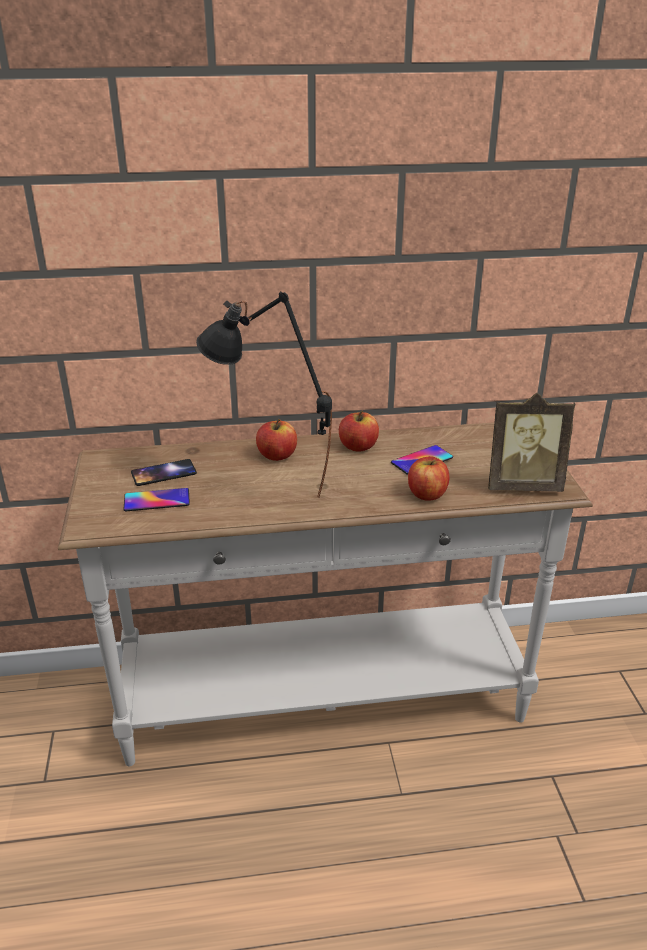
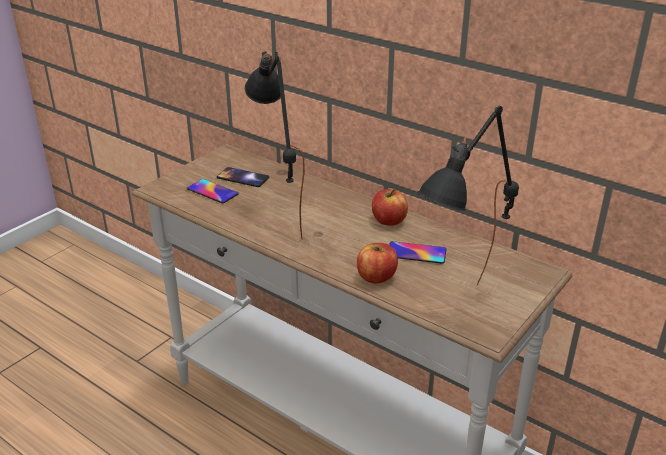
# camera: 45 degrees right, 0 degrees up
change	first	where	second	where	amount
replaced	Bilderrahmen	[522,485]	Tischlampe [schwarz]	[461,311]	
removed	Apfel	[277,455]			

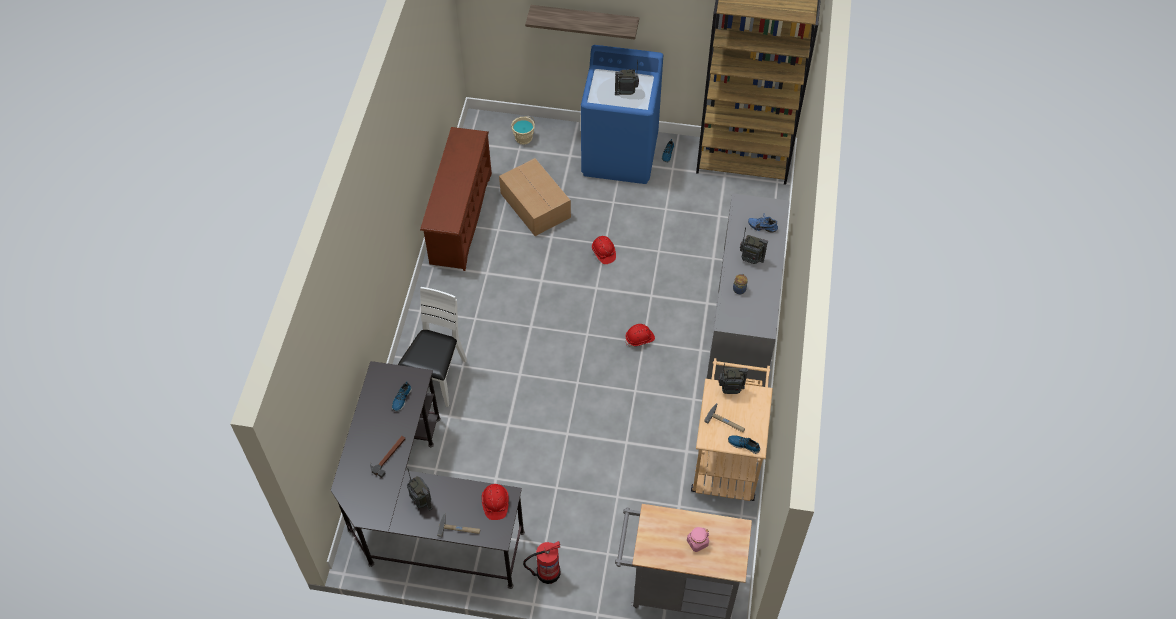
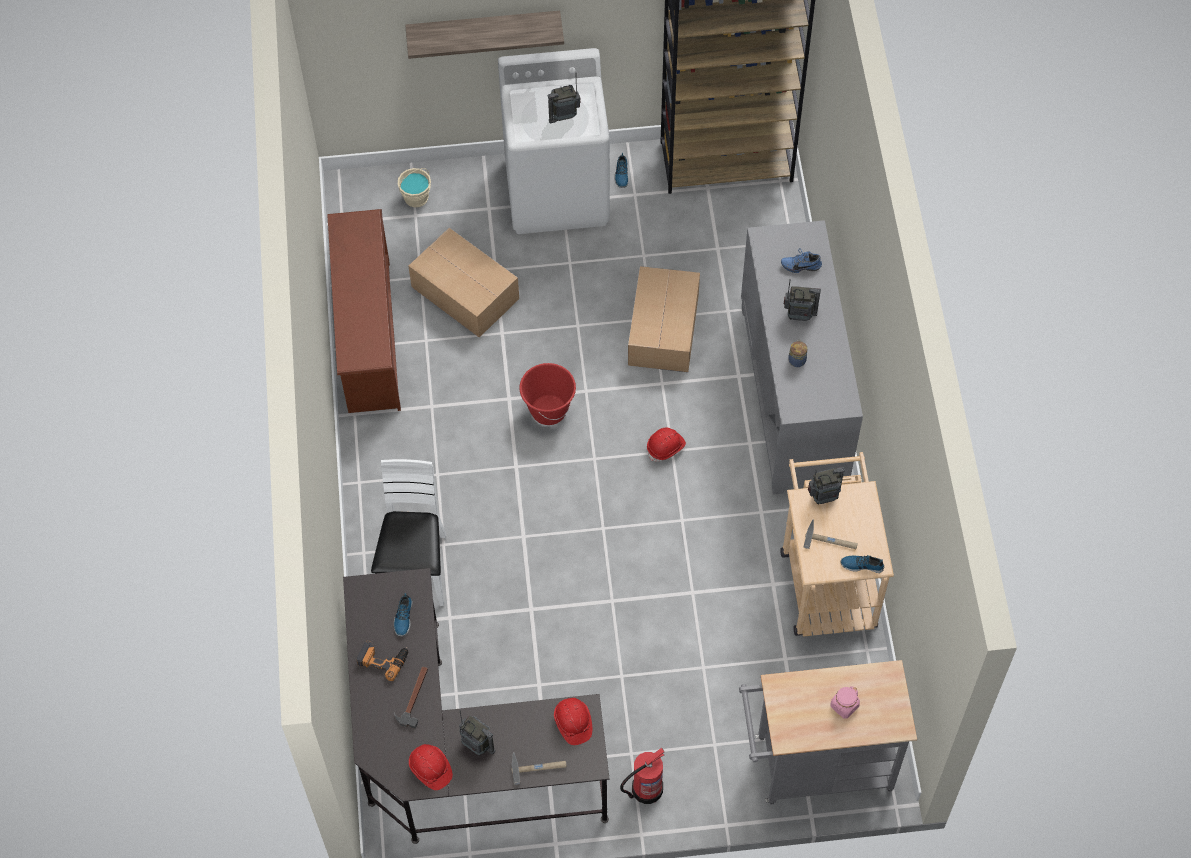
# camera: 15 degrees left, 5 degrees up
change	first	where	second	where	amount
added			Bohrmaschine	[383,659]	
moved	Schutzhelm [rot]	[603,253]		[430,769]	
recoloured	Waschmaschine [blau]	[620,155]	Waschmaschine [weiß]	[557,191]	
added			Eimer [rot]	[548,410]	
added			Karton	[664,328]	

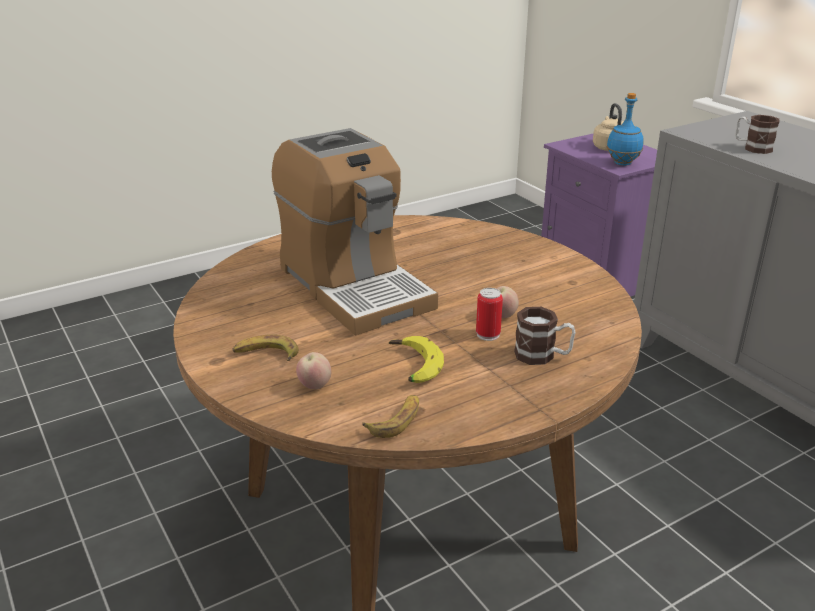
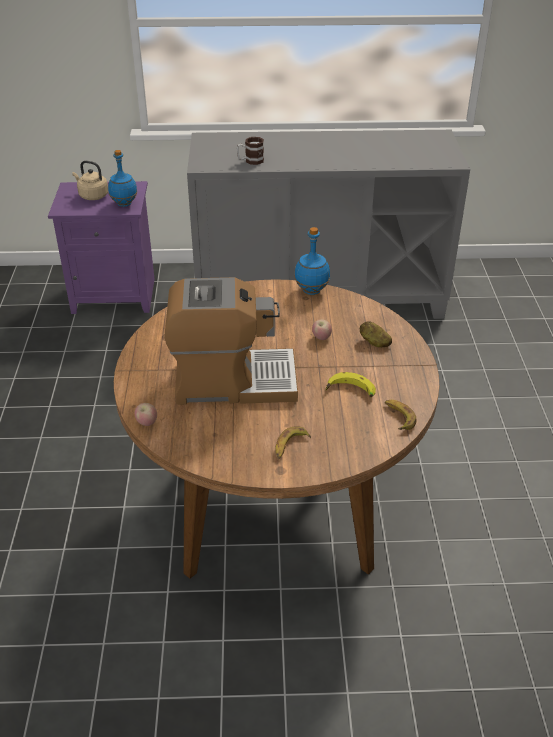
# camera: 60 degrees left, 10 degrees up
change	first	where	second	where	amount
moved	Apfel	[314,385]		[147,423]	
added			Flasche [blau]	[311,291]	
replaced	Henkelbecher	[542,356]	Kartoffel	[374,342]	
removed	Dose	[488,334]			

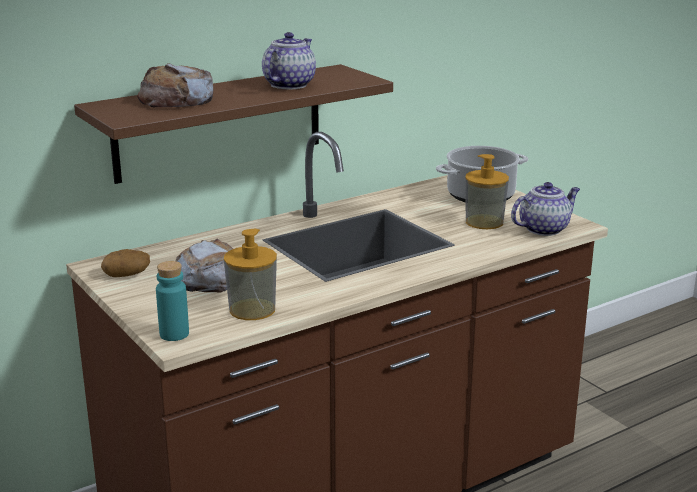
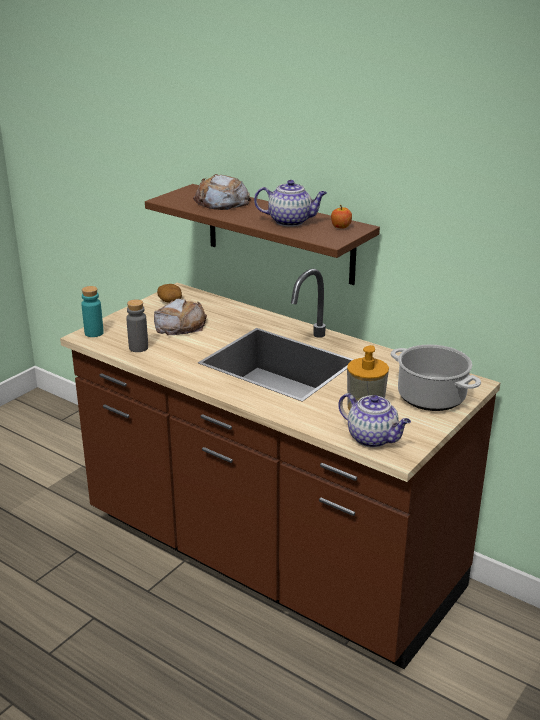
# camera: 70 degrees right, 5 degrees up
change	first	where	second	where	amount
replaced	Seifenspender	[252,309]	Flasche [grau]	[138,348]	
added			Apfel	[341,227]	

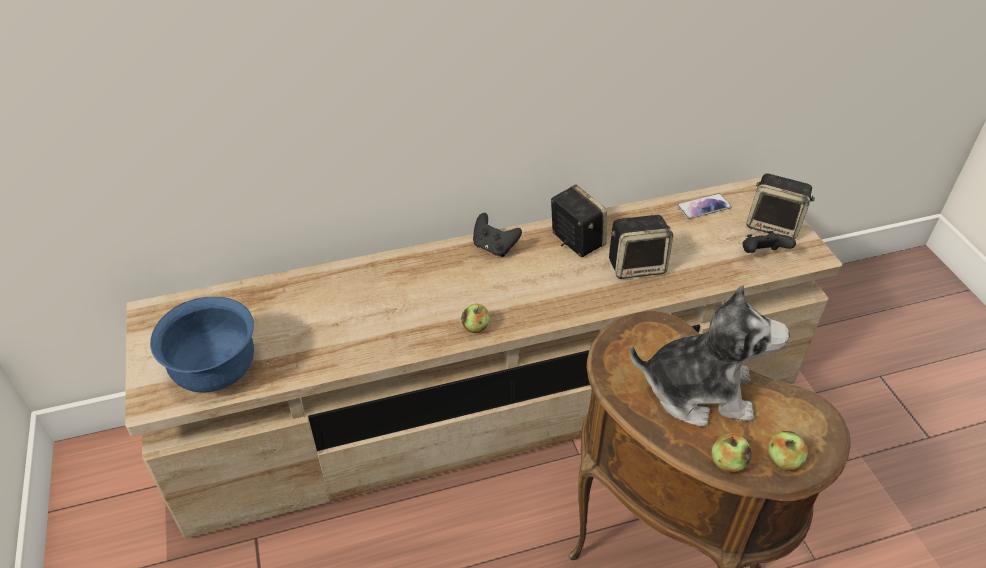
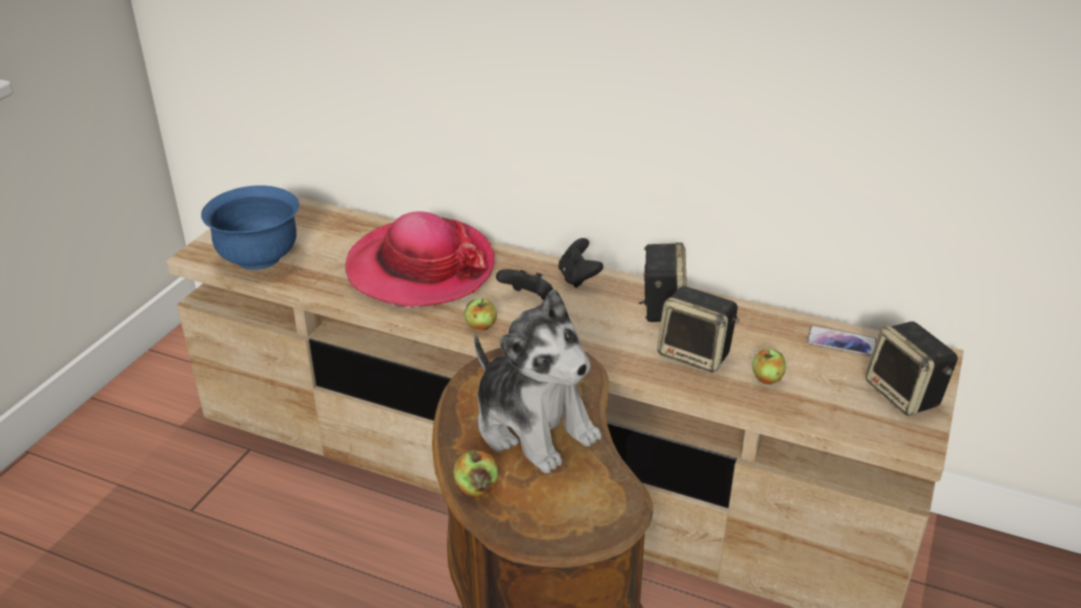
# camera: 40 degrees right, 10 degrees down
change	first	where	second	where	amount
added			Hut	[420,268]	
moved	Gamepad [schwarz]	[762,255]		[528,299]	
moved	Apfel	[783,460]		[767,378]	

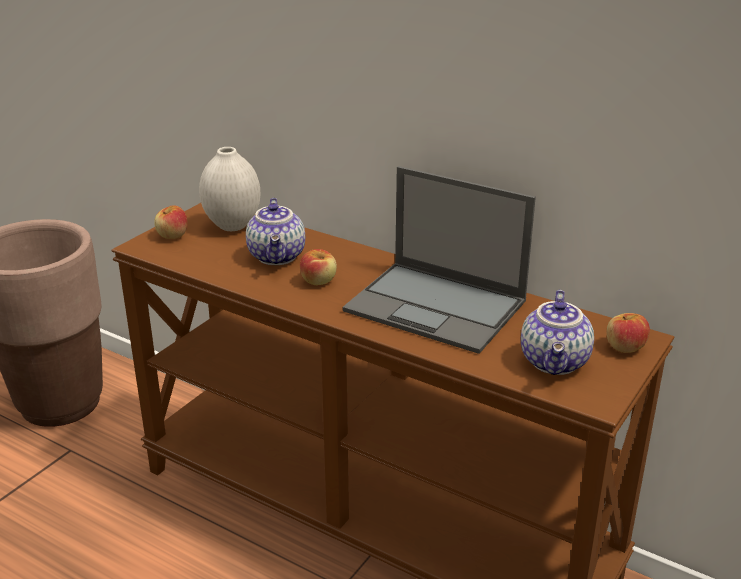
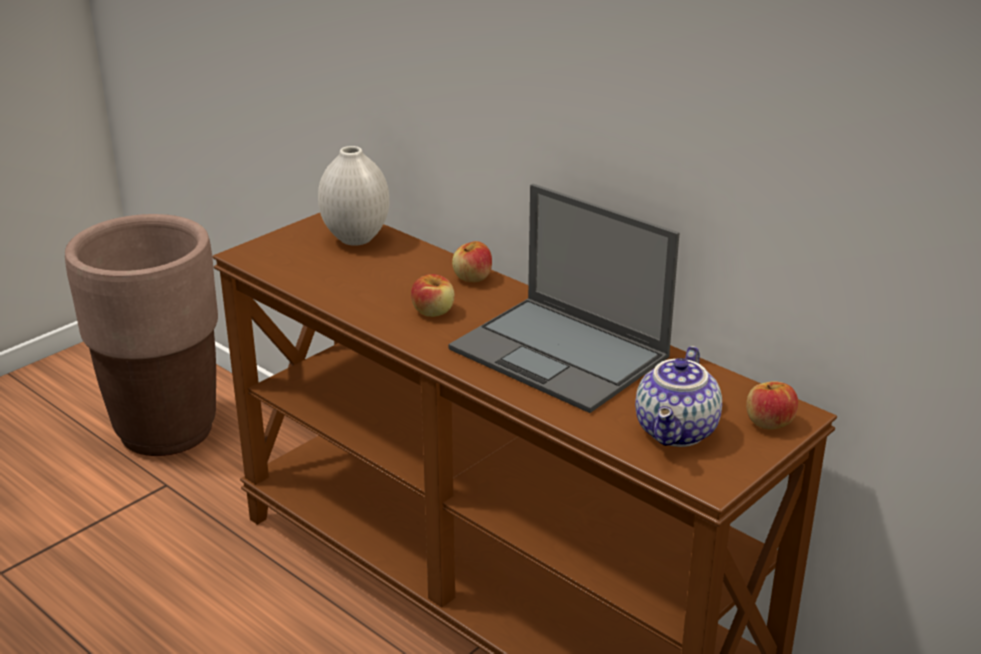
# camera: 10 degrees right, 0 degrees up
change	first	where	second	where	amount
moved	Apfel	[172,236]		[472,278]	
removed	Teekanne	[278,256]			

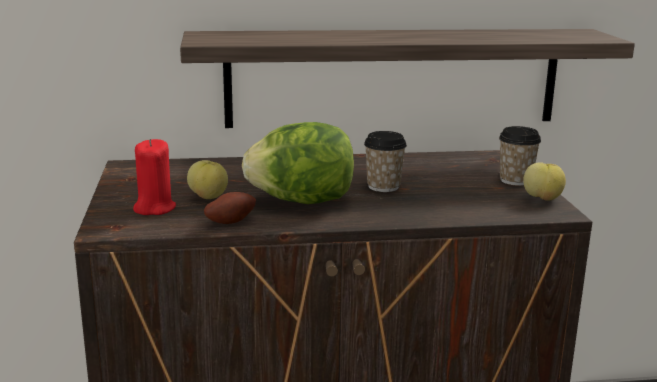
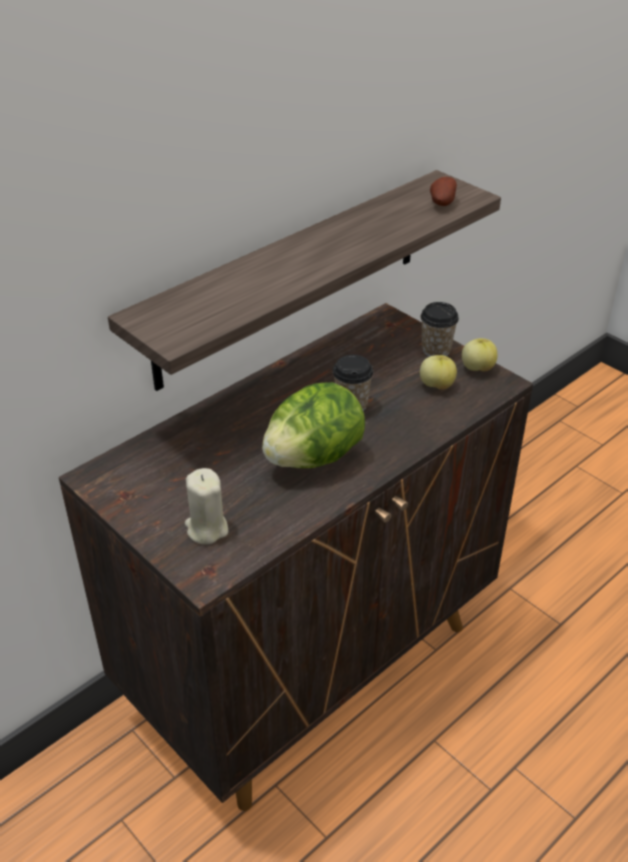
# camera: 35 degrees left, 20 degrees up
change	first	where	second	where	amount
recoloured	Kerze [rot]	[154,208]	Kerze [beige]	[206,529]	
moved	Apfel	[208,197]		[437,385]	
moved	Kartoffel	[229,221]		[441,202]	

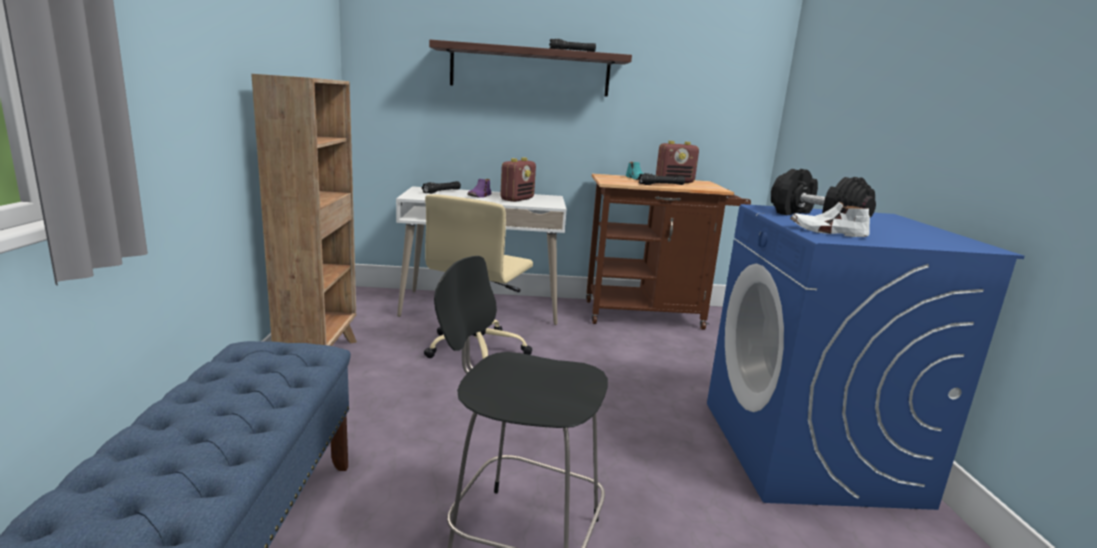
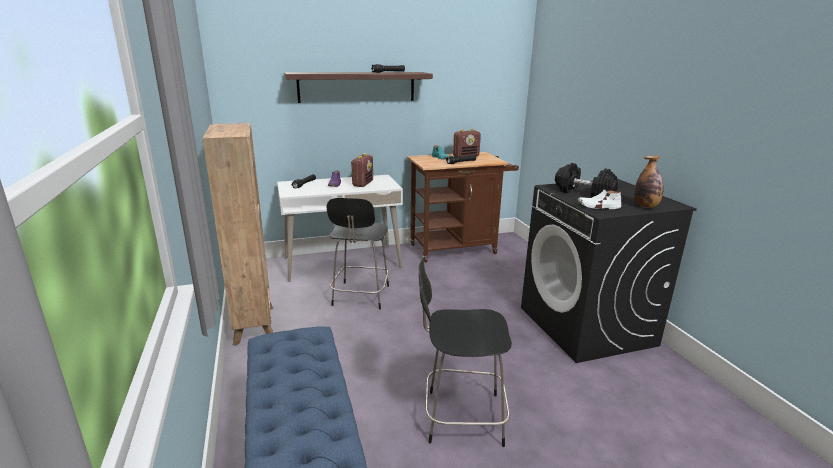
# camera: 15 degrees left, 5 degrees up
change	first	where	second	where	amount
replaced	Bürostuhl [beige]	[477,348]	Hocker [schwarz]	[360,296]	
recoloured	Waschmaschine [blau]	[809,451]	Waschmaschine [schwarz]	[587,326]	
added			Flasche	[645,206]	

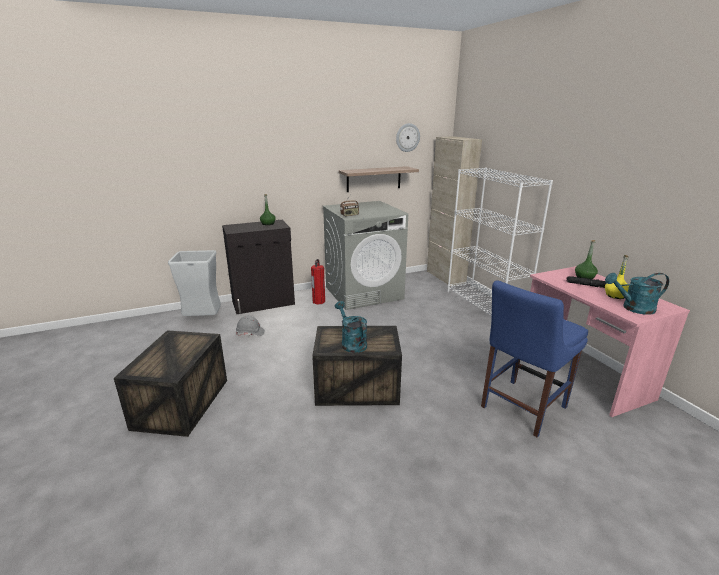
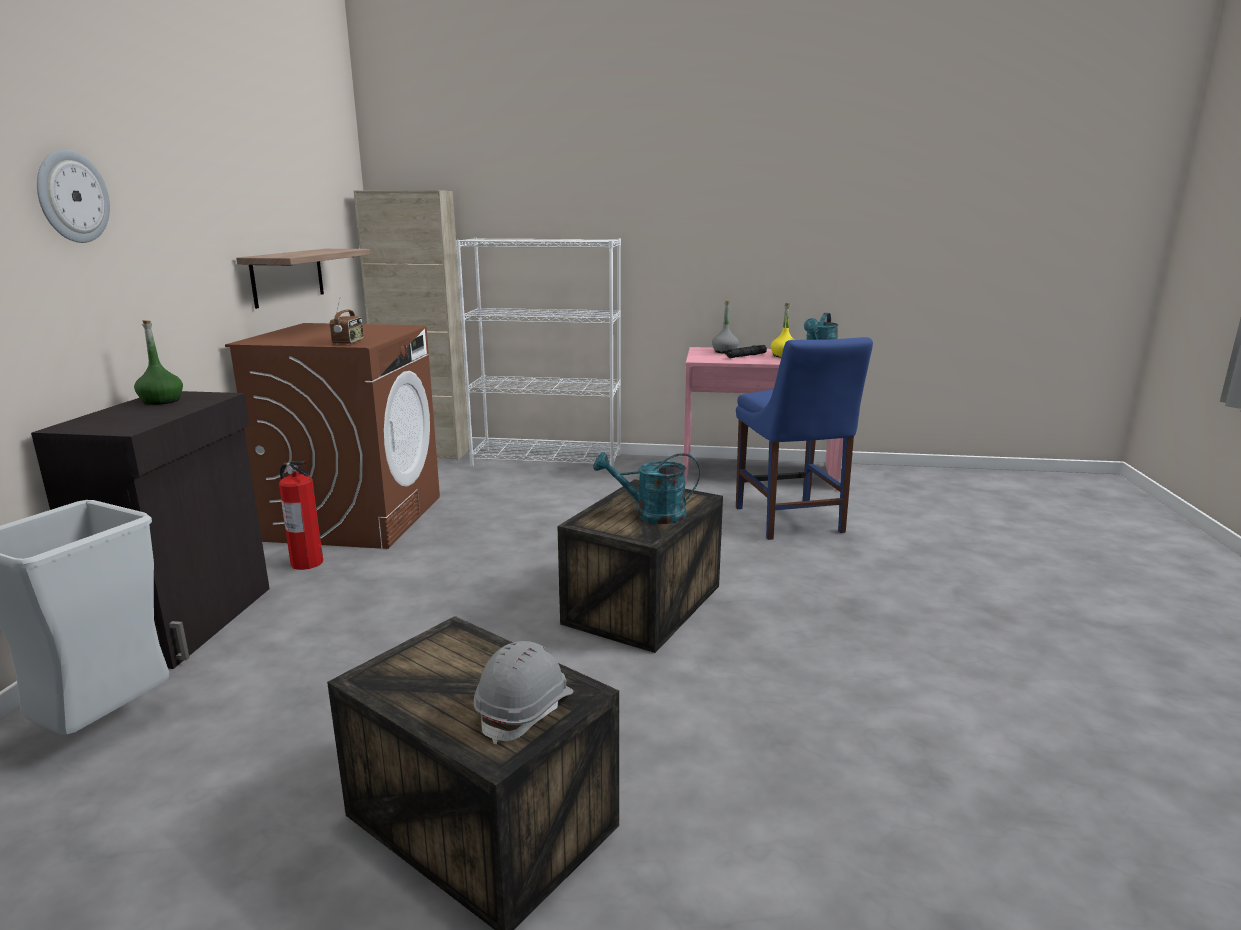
# camera: 60 degrees left, 5 degrees down
change	first	where	second	where	amount
moved	Wanduhr	[407,137]		[72,196]	
recoloured	Waschmaschine [grau]	[364,293]	Waschmaschine [braun]	[356,517]	
moved	Schutzhelm [grau]	[250,333]		[526,710]	
recoloured	Flasche [grün]	[584,277]	Flasche [grau]	[724,352]	

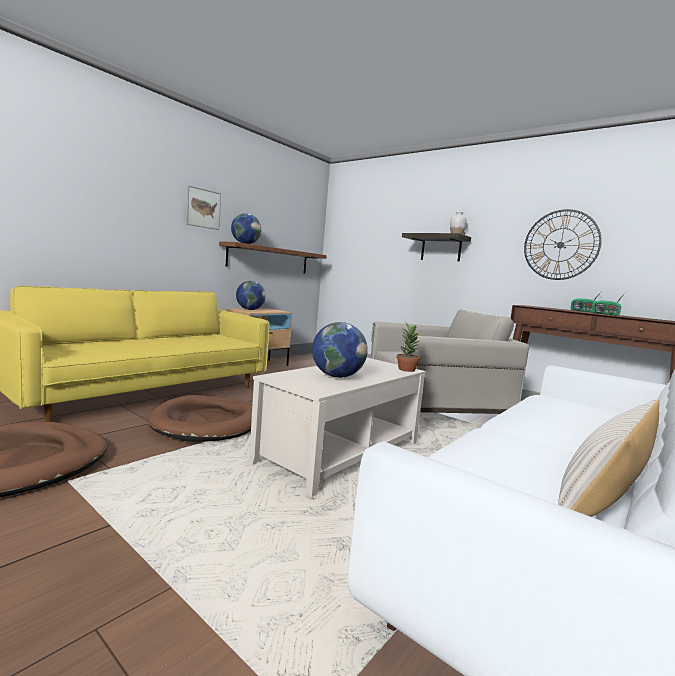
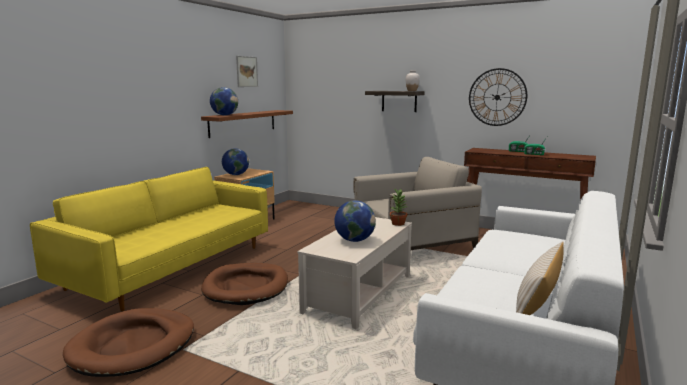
# camera: 10 degrees left, 5 degrees up
change	first	where	second	where	amount
moved	Bild	[203,208]		[246,71]	

